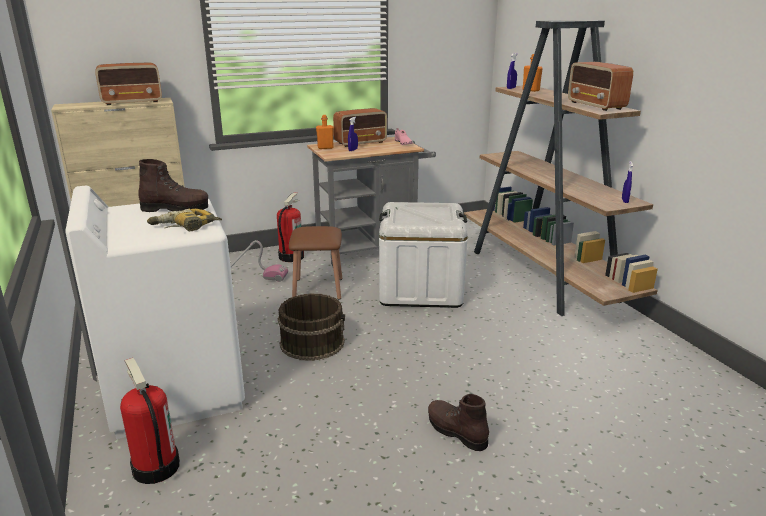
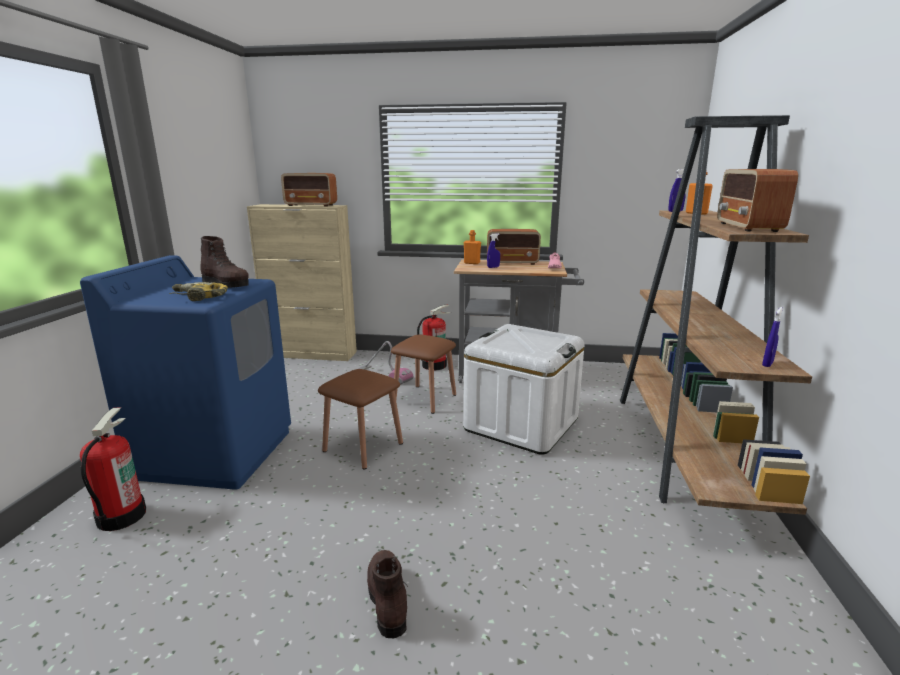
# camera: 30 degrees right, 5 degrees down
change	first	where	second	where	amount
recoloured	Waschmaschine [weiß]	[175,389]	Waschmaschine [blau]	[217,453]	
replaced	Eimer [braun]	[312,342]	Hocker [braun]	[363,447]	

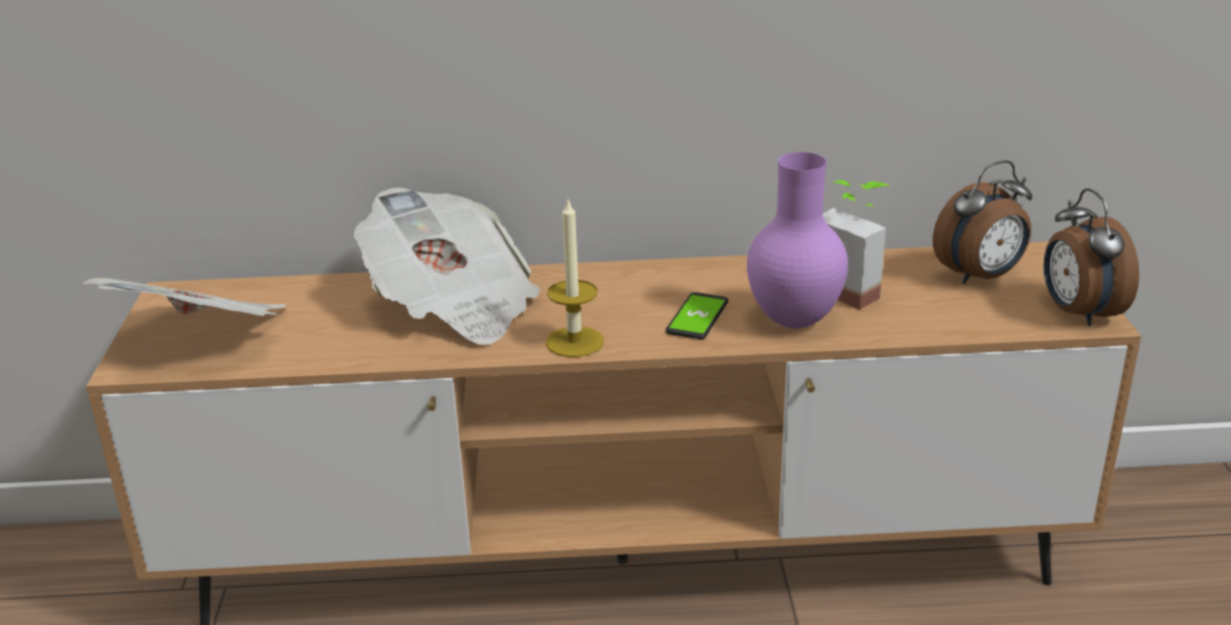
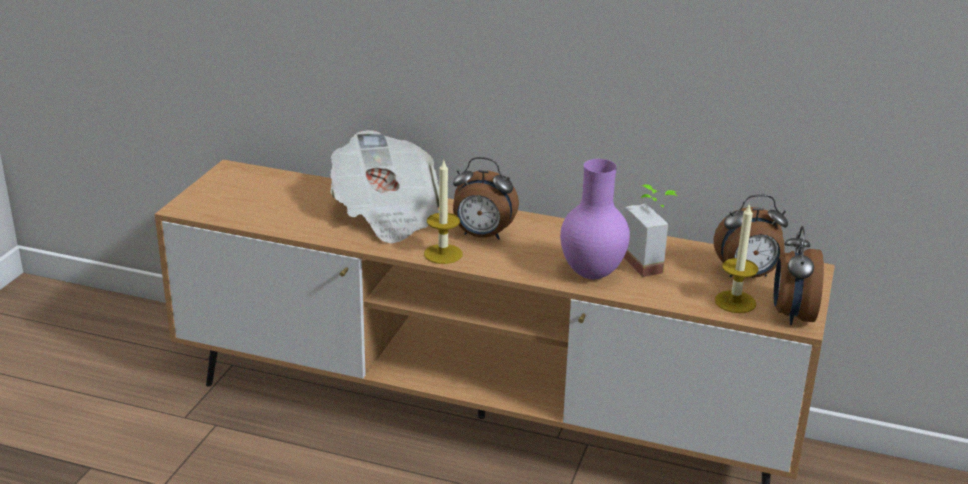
# camera: 20 degrees right, 0 degrees up
change	first	where	second	where	amount
added			Wecker	[482,236]	
added			Kerze	[735,302]	
removed	Zeitung	[203,340]			
removed	Handy	[697,317]			

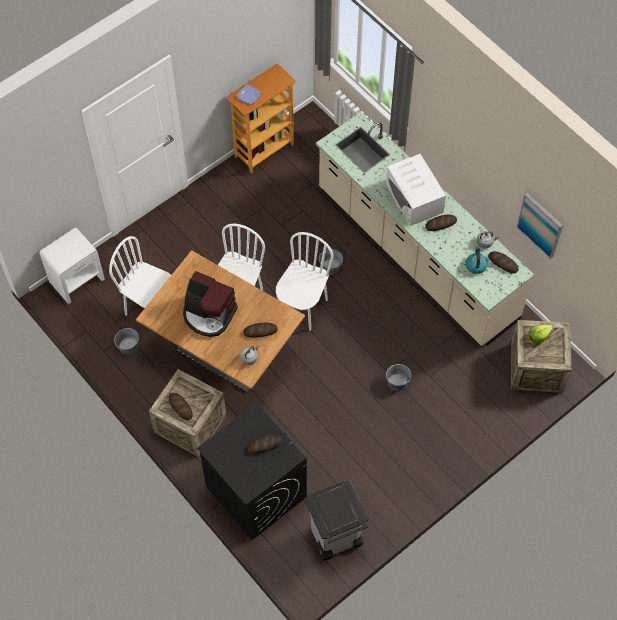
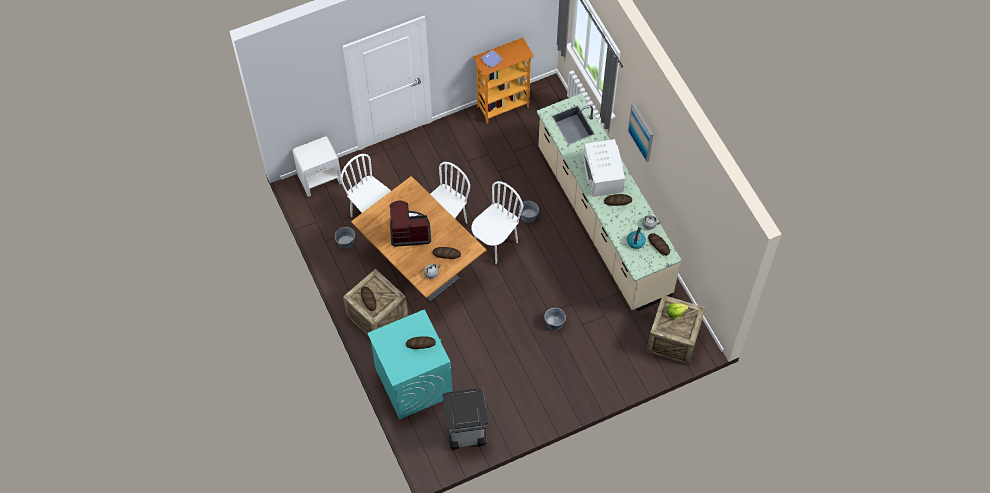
# camera: 15 degrees right, 0 degrees up
change	first	where	second	where	amount
recoloured	Waschmaschine [schwarz]	[255,491]	Waschmaschine [türkis]	[413,382]	
turned	Kaffeemaschine	[209,314]		[409,231]	135 degrees clockwise
moved	Bild	[540,225]		[641,132]	

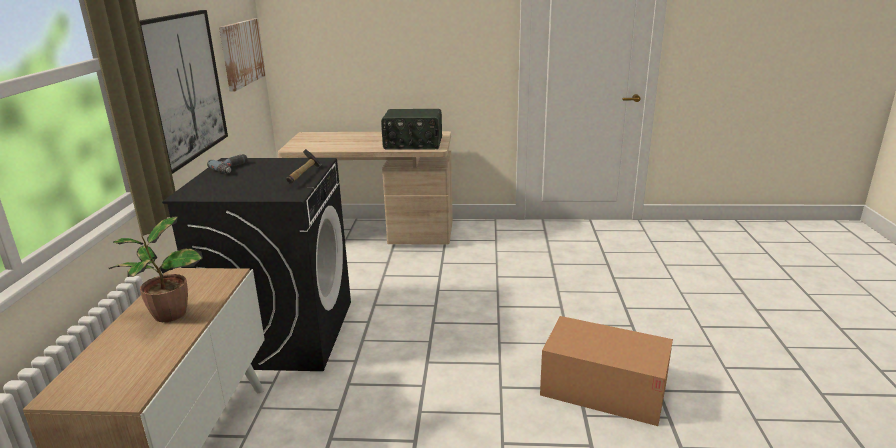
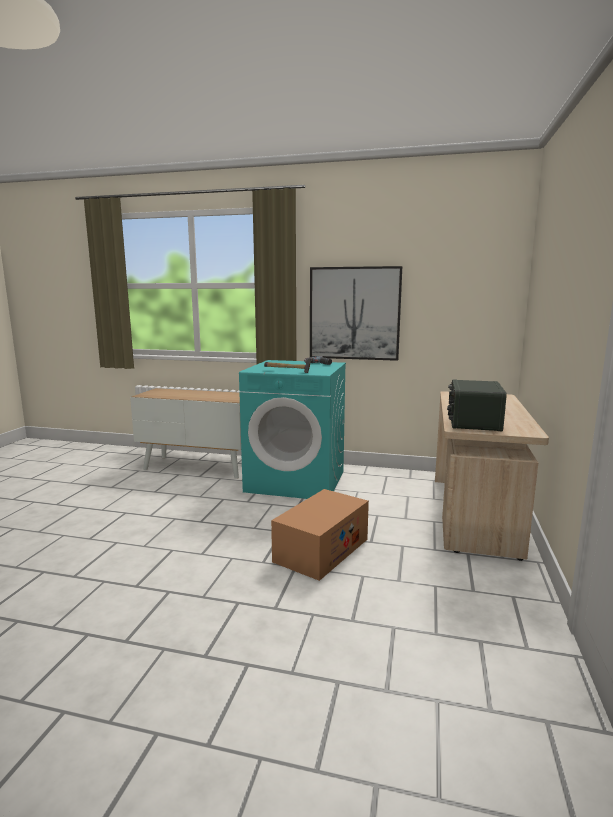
# camera: 100 degrees right, 10 degrees down
change	first	where	second	where	amount
recoloured	Waschmaschine [schwarz]	[283,333]	Waschmaschine [türkis]	[296,481]	
moved	Karton	[603,389]		[321,550]	
removed	Topfpflanze	[168,315]			
removed	Bild	[241,53]			

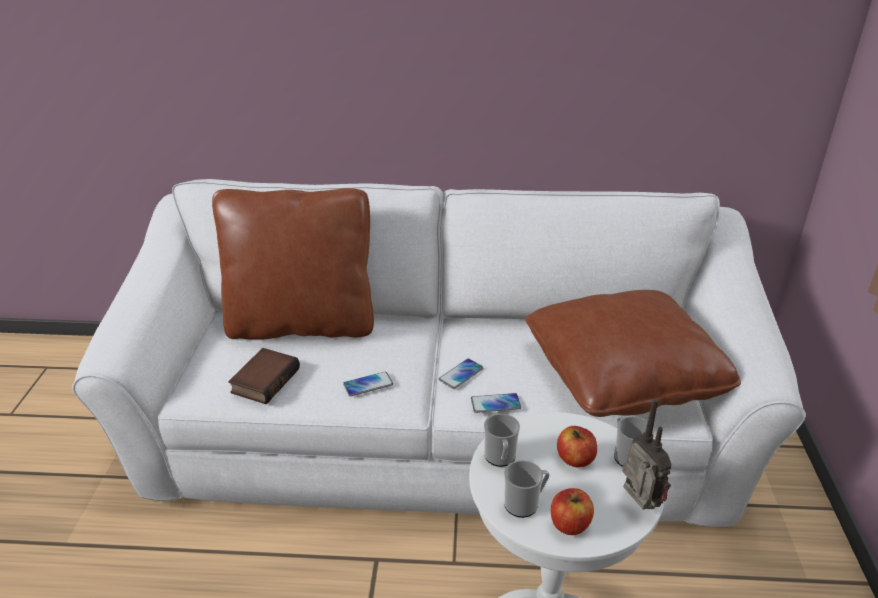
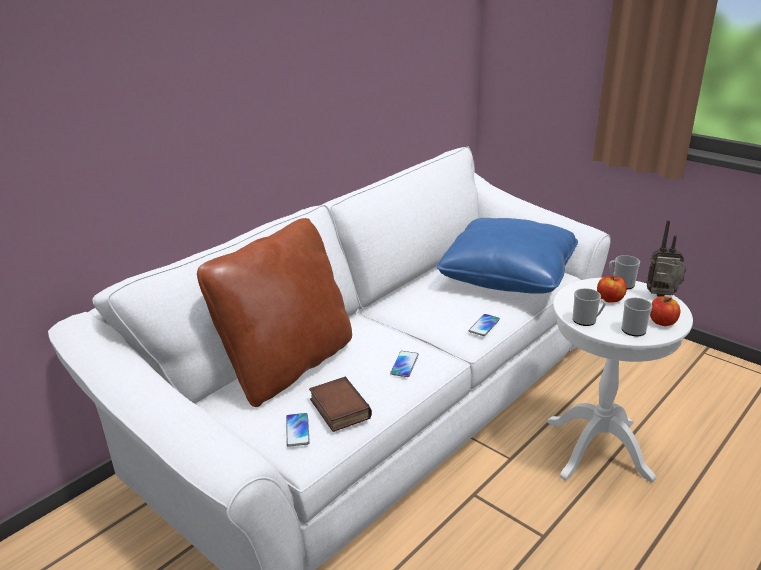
# camera: 50 degrees left, 5 degrees down
change	first	where	second	where	amount
moved	Handy	[461,374]		[297,430]	
recoloured	Kissen [braun]	[623,375]	Kissen [blau]	[508,275]	

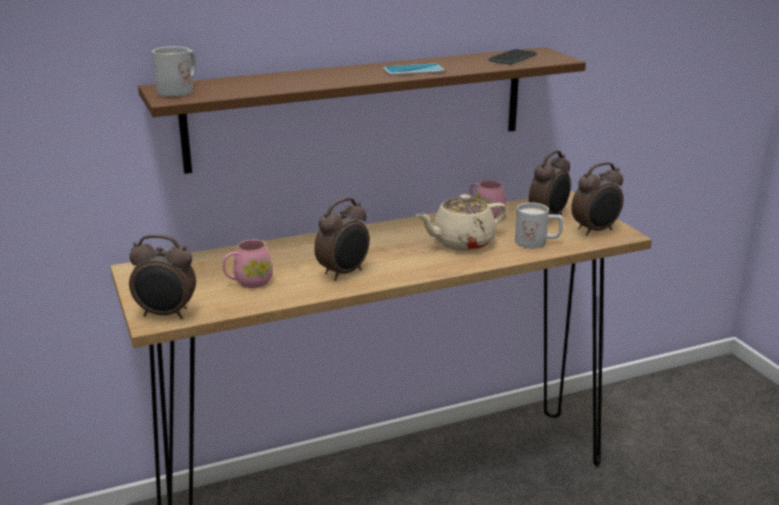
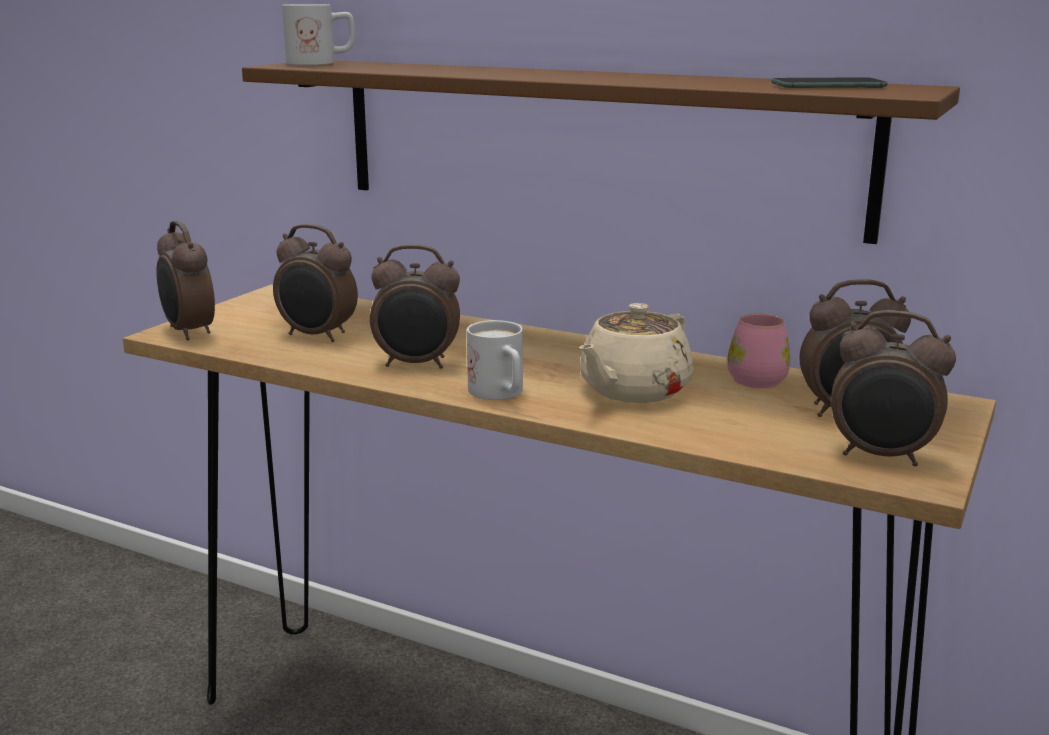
# camera: 50 degrees right, 5 degrees down
change	first	where	second	where	amount
replaced	Henkelbecher [rosa]	[248,282]	Wecker	[317,336]	
moved	Henkelbecher [weiß]	[537,243]		[500,394]	
turned	Teekanne [beige]	[461,242]		[633,390]	75 degrees counterclockwise
removed	Handy	[413,70]			

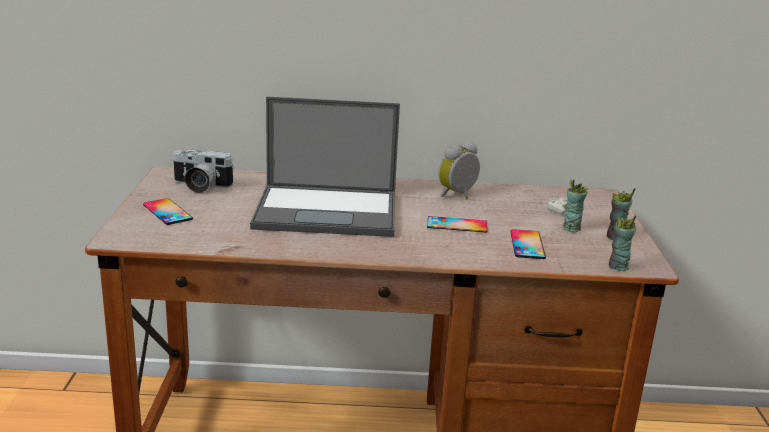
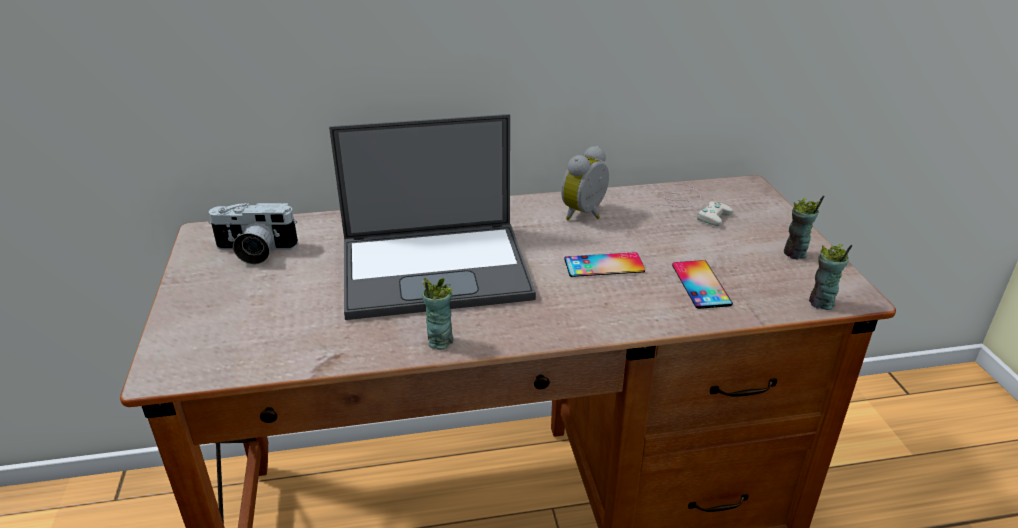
# camera: 10 degrees left, 10 degrees up
change	first	where	second	where	amount
moved	Tasse	[571,228]		[439,341]	
removed	Handy	[167,212]			

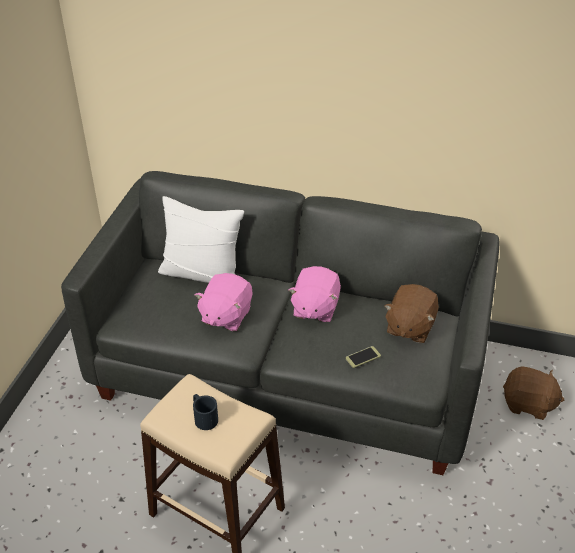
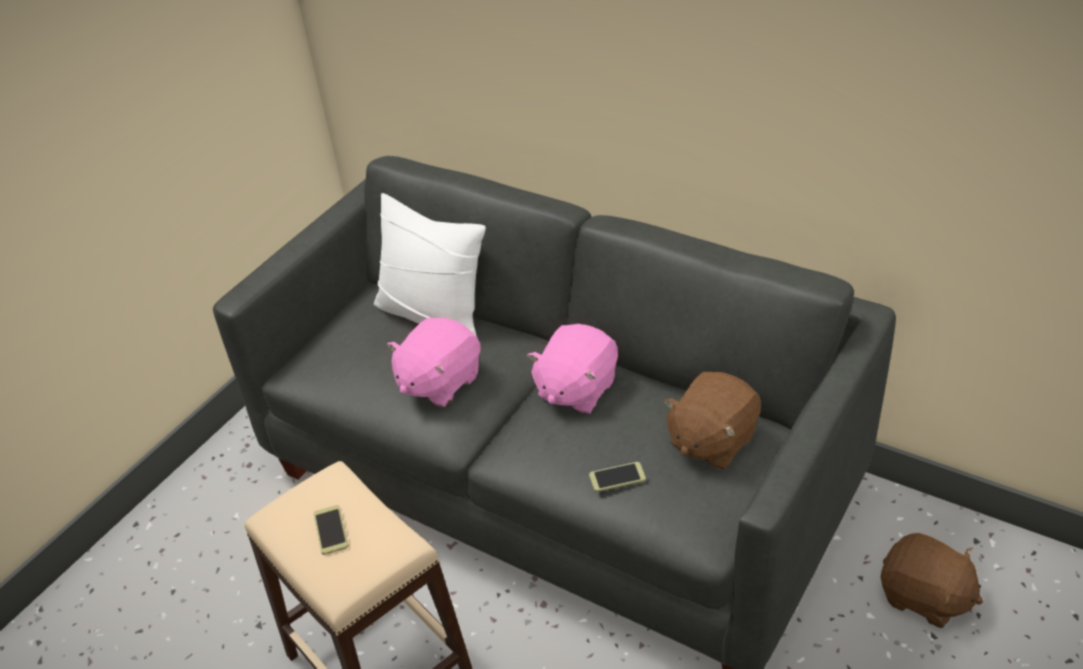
# camera: 20 degrees right, 0 degrees up
change	first	where	second	where	amount
replaced	Henkelbecher [schwarz]	[203,417]	Handy	[330,530]	

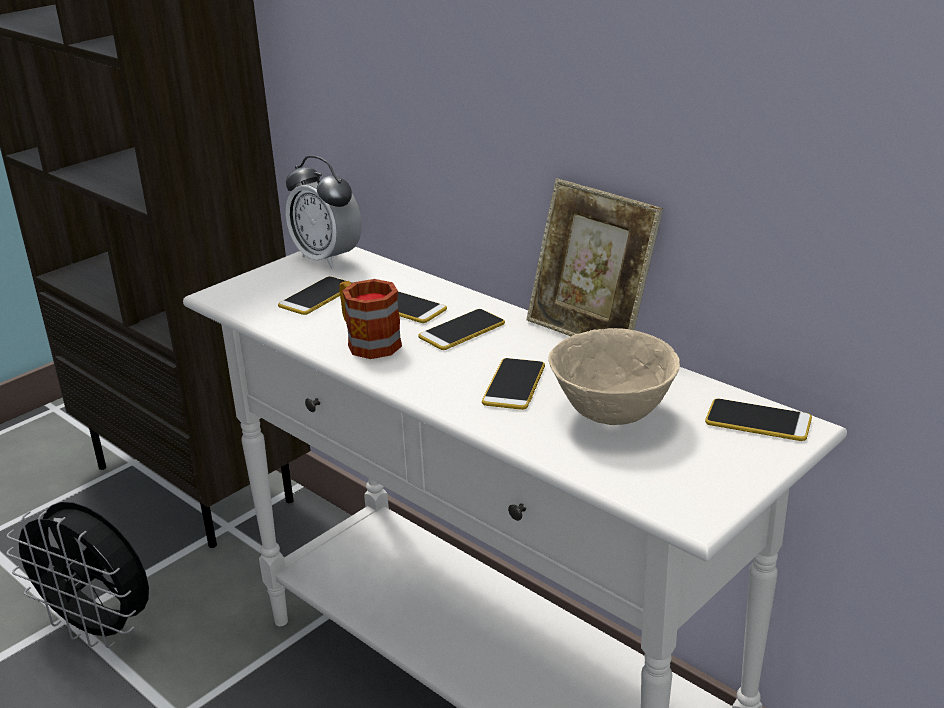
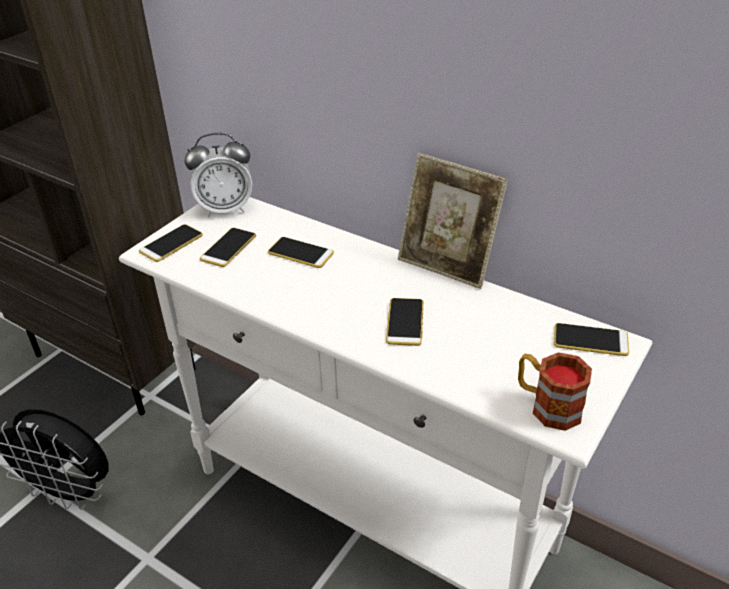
# camera: 10 degrees left, 10 degrees up
change	first	where	second	where	amount
moved	Handy	[462,330]		[171,243]	
turned	Wecker	[327,258]		[225,209]	45 degrees counterclockwise
moved	Henkelbecher	[367,341]		[547,405]	
removed	Schüssel [beige]	[611,415]			

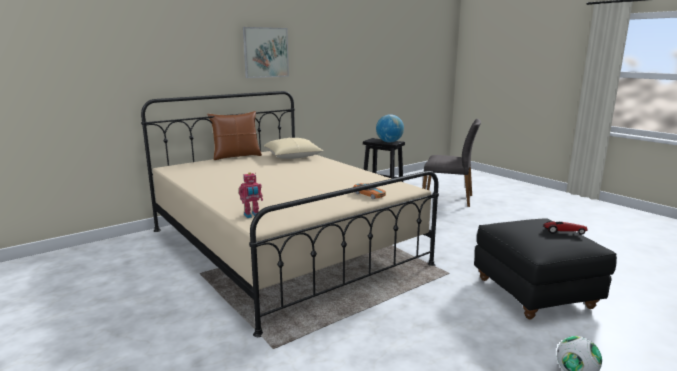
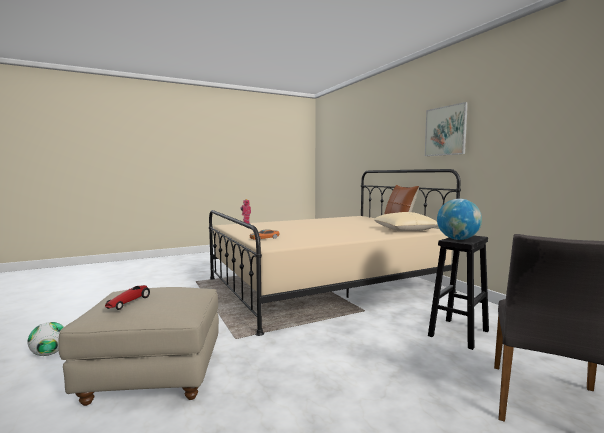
# camera: 100 degrees right, 10 degrees down
change	first	where	second	where	amount
recoloured	Polsterhocker [schwarz]	[535,294]	Polsterhocker [beige]	[153,376]	

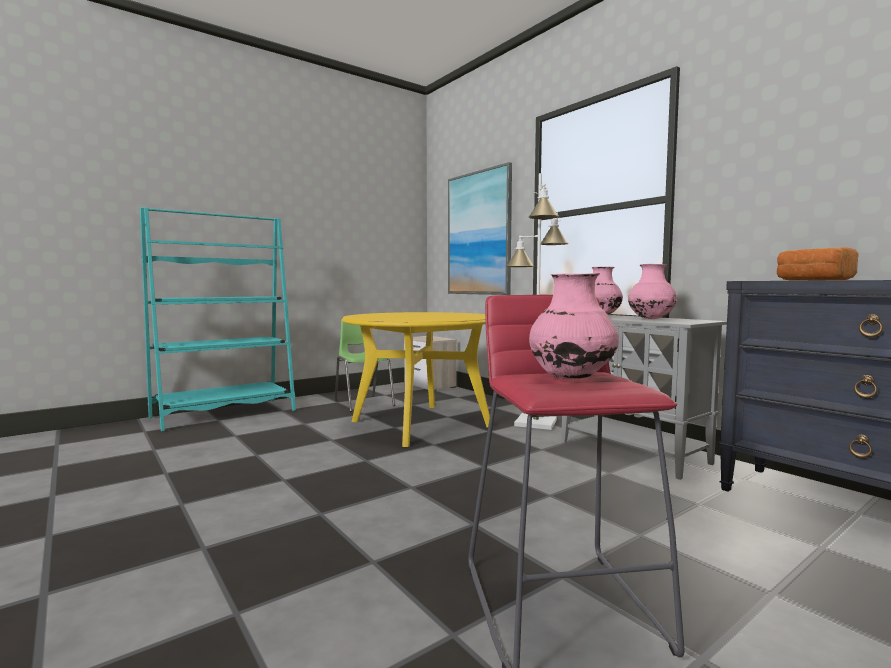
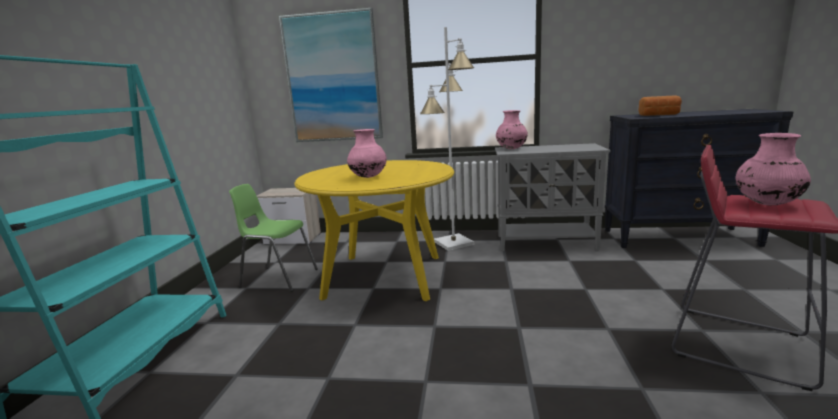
# camera: 45 degrees left, 10 degrees up
change	first	where	second	where	amount
moved	Vase [rosa]	[651,319]		[368,177]	

